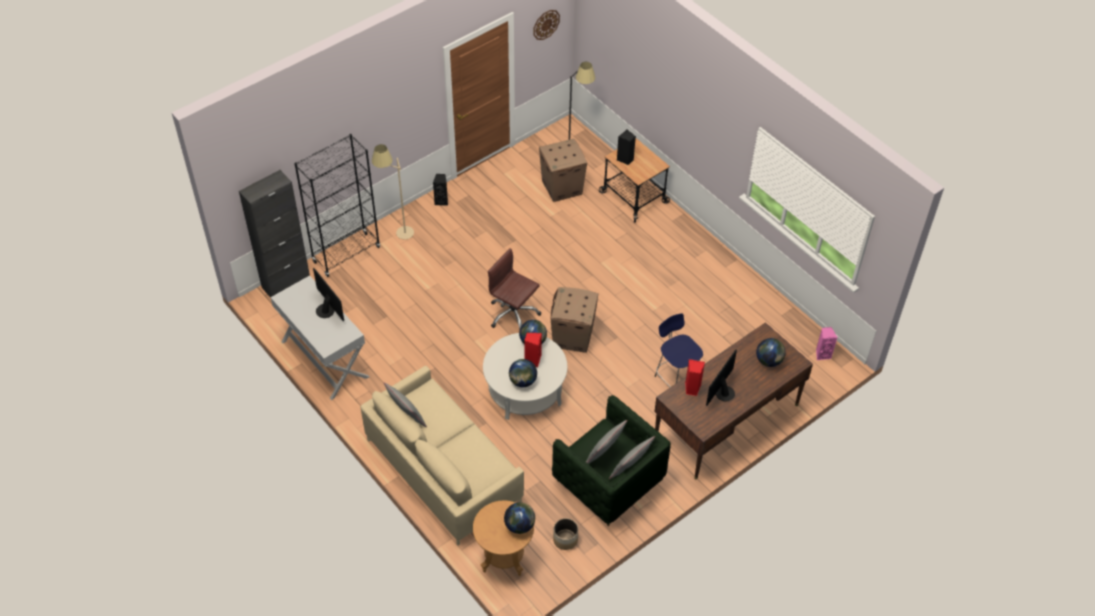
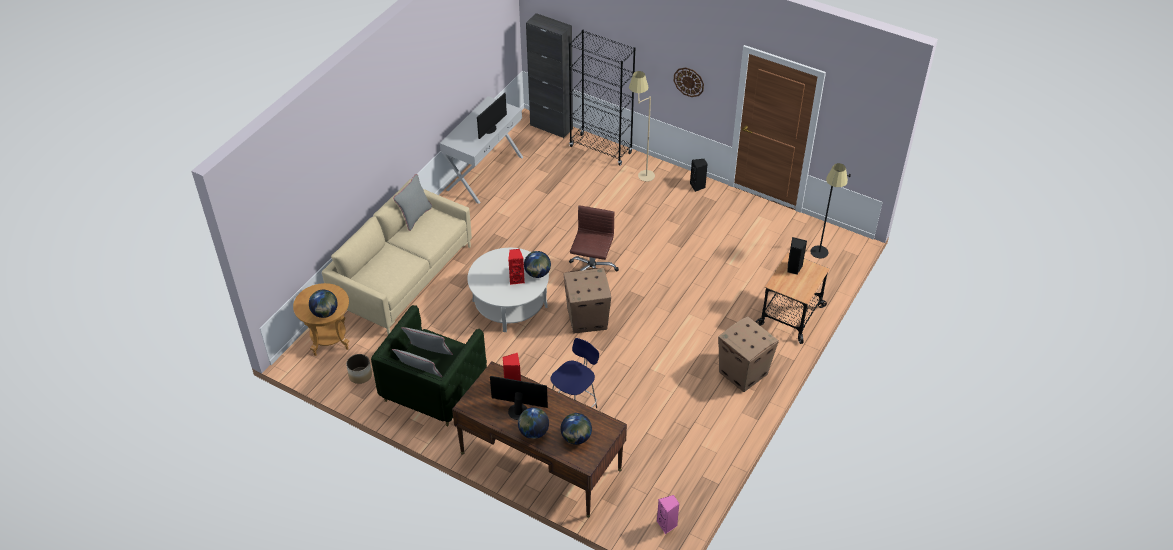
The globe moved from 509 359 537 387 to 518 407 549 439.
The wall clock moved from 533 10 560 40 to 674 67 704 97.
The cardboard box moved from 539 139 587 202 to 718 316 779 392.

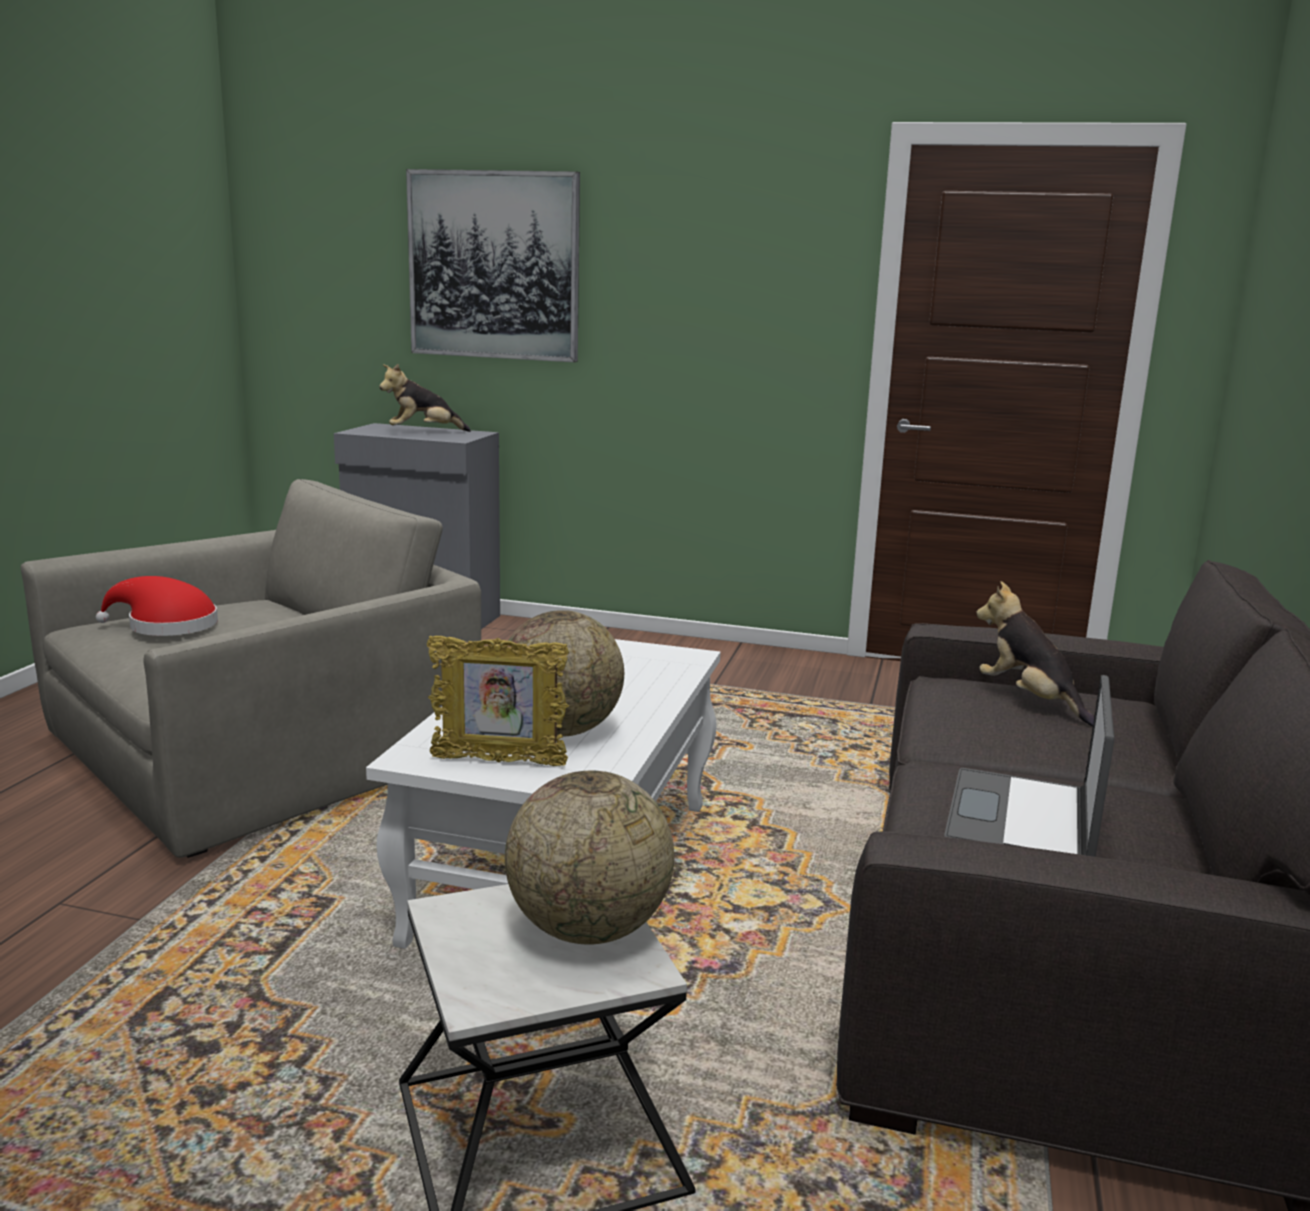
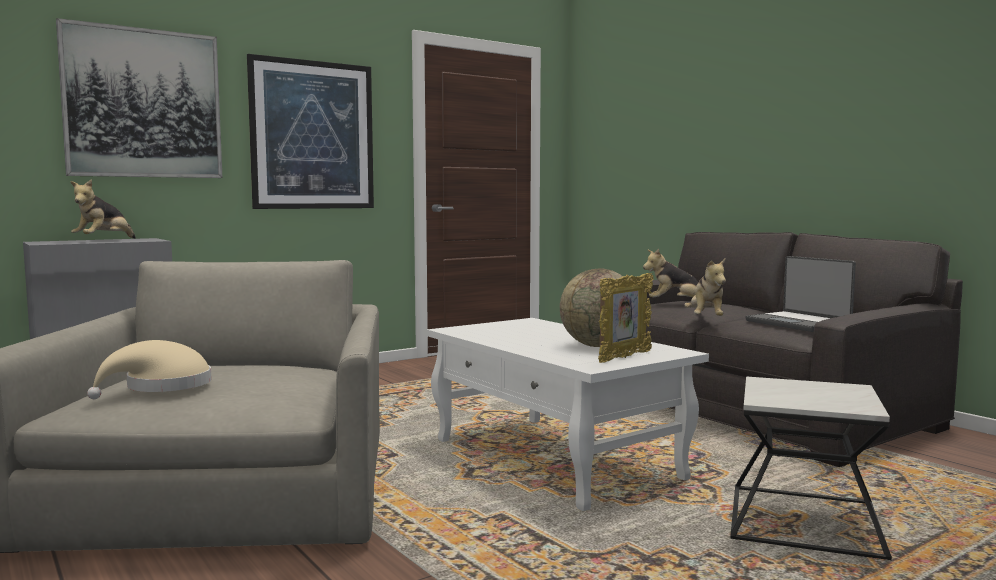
The hat in red at 96 576 218 636 became the hat in beige at 87 340 211 399.
The picture at 247 54 374 209 appeared.
The plush toy at 684 259 726 316 appeared.
The globe at 505 771 674 944 disappeared.

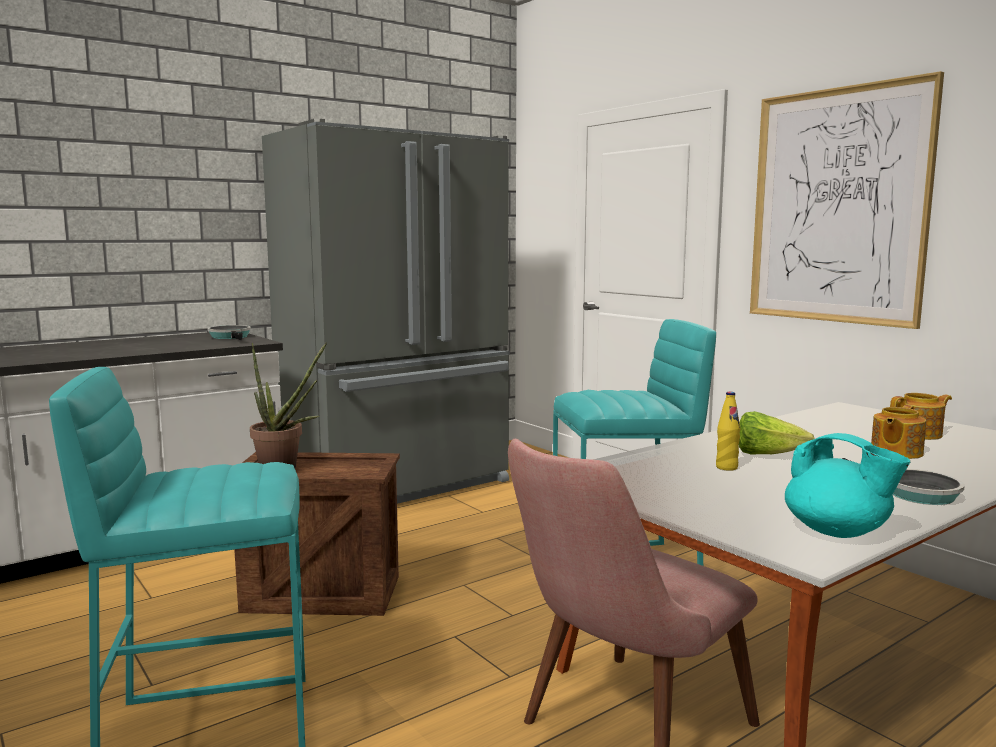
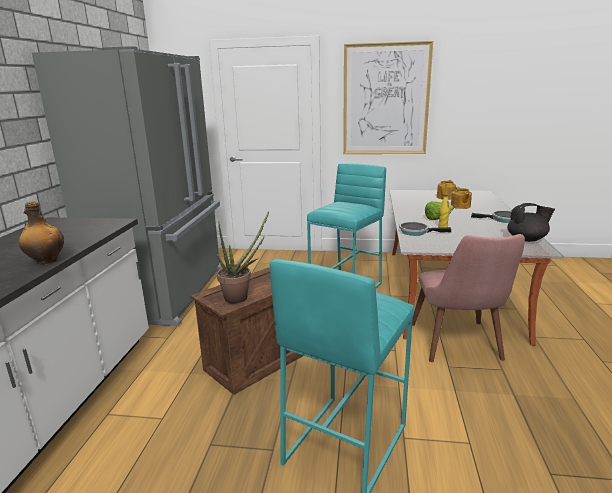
The bottle at 19 201 64 264 appeared.
The frying pan moved from 207 325 251 340 to 399 222 451 236.
The teapot in turquoise at 785 433 910 538 became the teapot in black at 507 203 555 242.

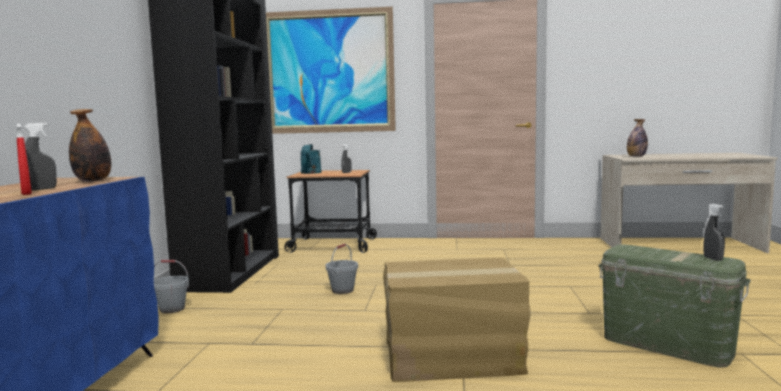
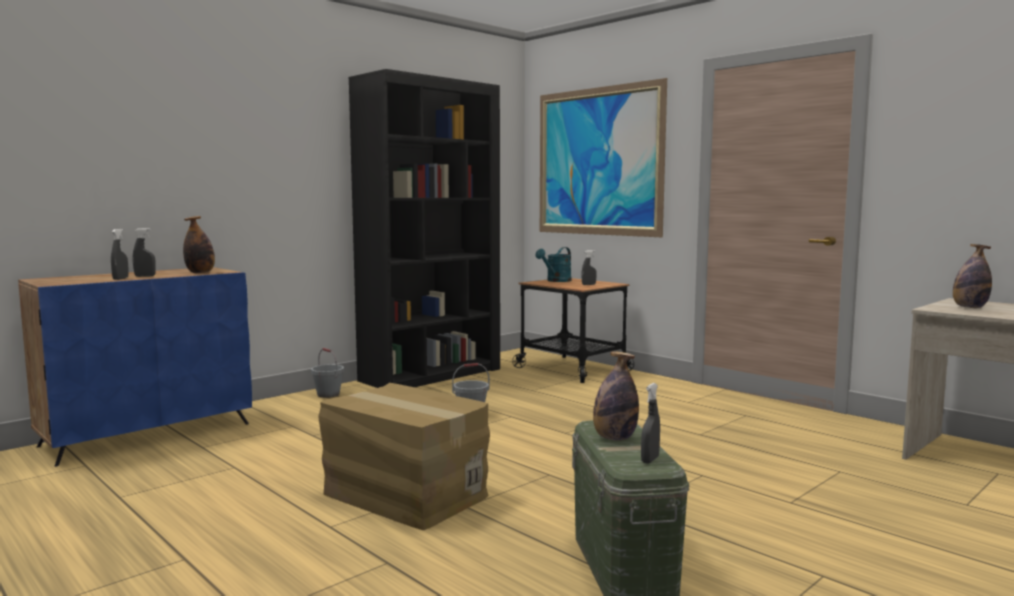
The spray bottle in red at 16 123 32 195 became the spray bottle in grey at 111 229 129 280.
The bottle at 593 351 639 441 appeared.

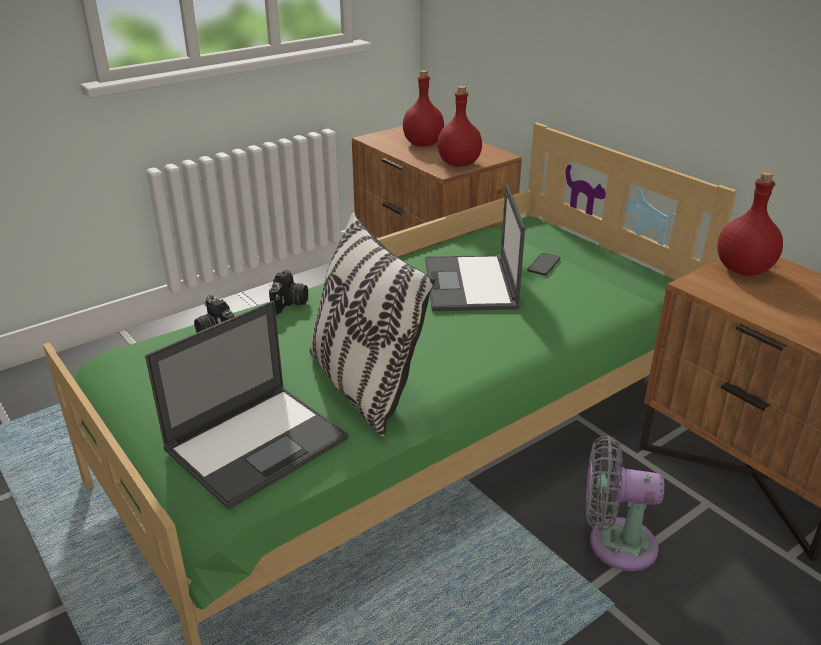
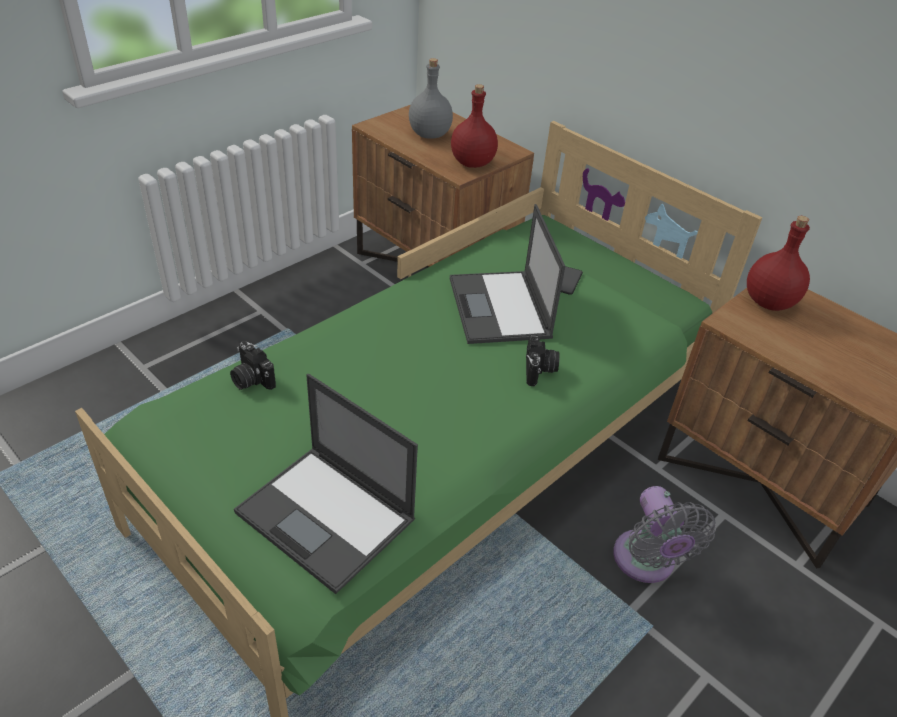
The laptop at 145 300 348 510 turned 90 degrees clockwise.
The bottle in red at 403 70 444 147 became the bottle in grey at 409 58 453 139.
The photo camera moved from 269 270 308 315 to 526 334 560 386.
The fan in grey at 586 436 664 571 turned 105 degrees counterclockwise.
The pillow at 310 211 435 436 disappeared.

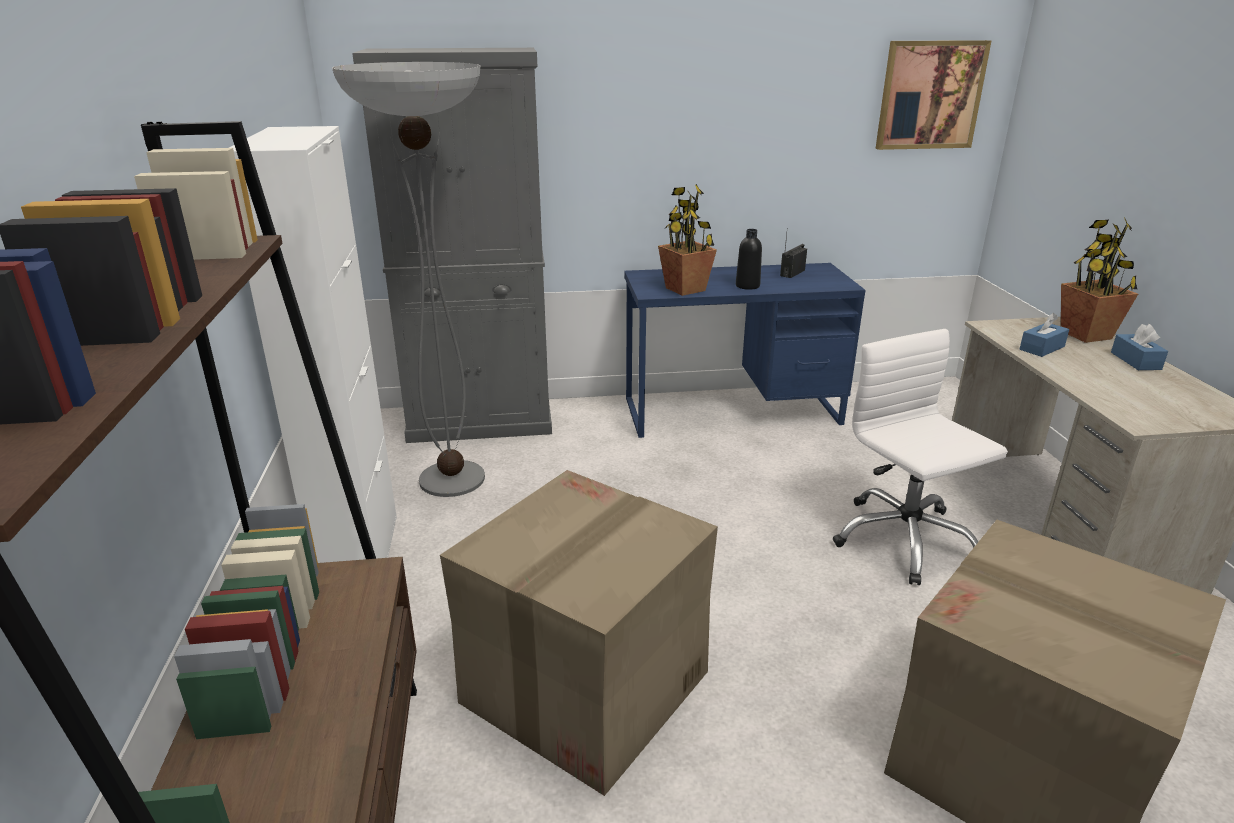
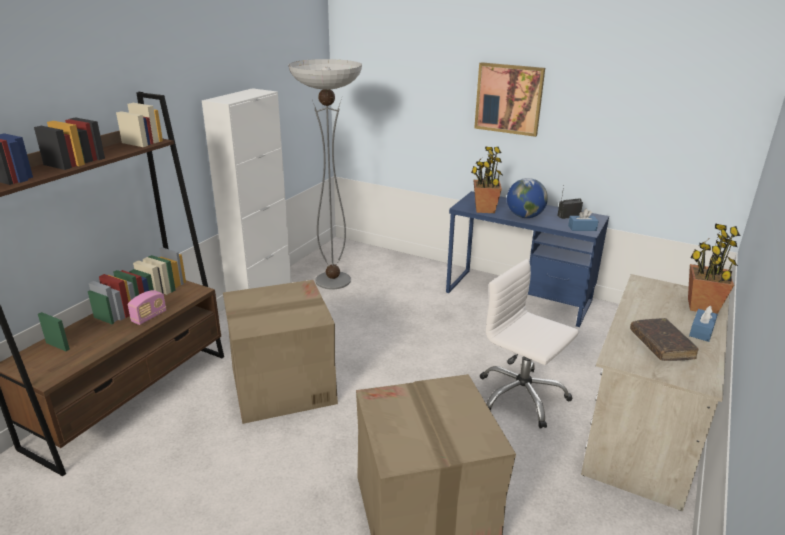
The radio at 128 290 166 325 appeared.
The picture moved from 875 40 991 150 to 474 62 545 137.
The office chair in white at 832 329 1008 585 turned 60 degrees counterclockwise.
The bottle in black at 736 229 762 290 was replaced by the globe at 507 178 548 218.
The tissue box in blue moved from 1020 313 1070 357 to 568 209 599 231.
The book in brown at 630 318 699 361 appeared.
The cabinet in grey at 352 48 552 443 disappeared.

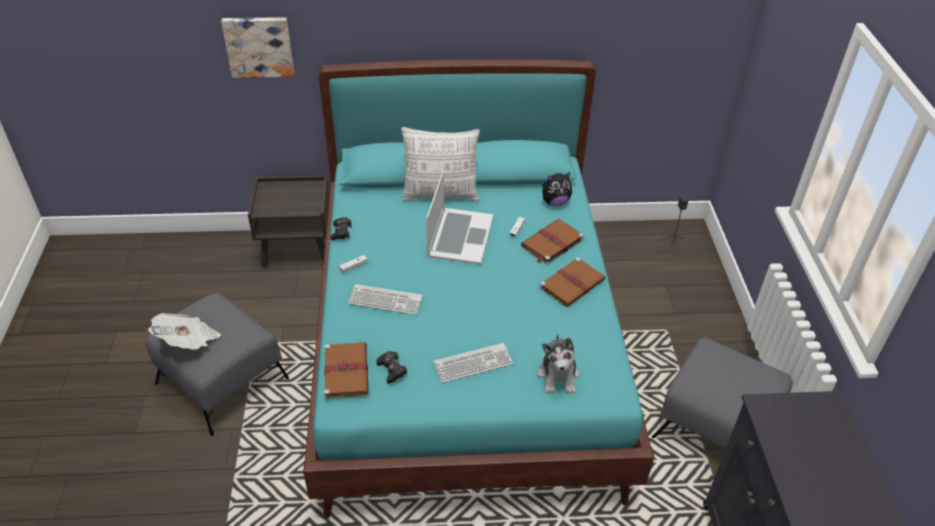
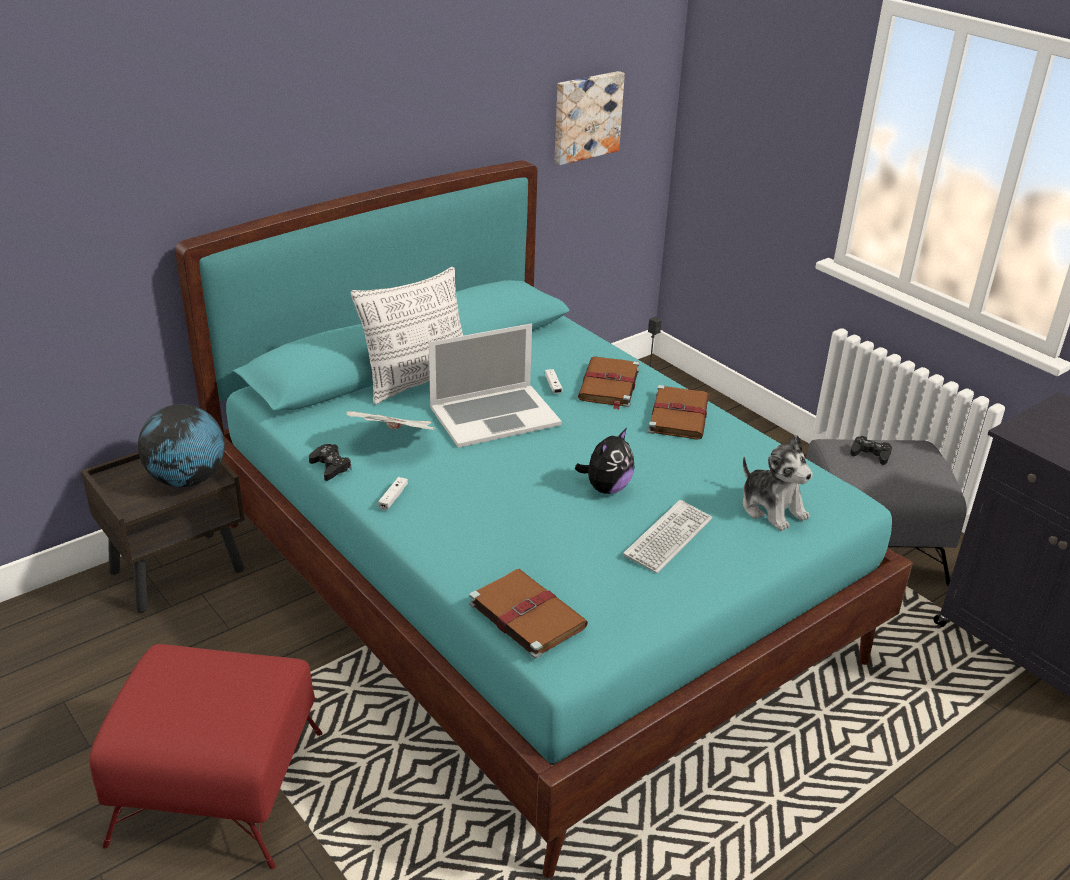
The ottoman in grey at 146 293 289 436 became the ottoman in red at 89 644 323 869.
The globe at 138 404 225 487 appeared.
The newspaper moved from 148 313 221 350 to 347 411 436 430.
The laptop at 426 171 493 265 turned 90 degrees clockwise.
The picture moved from 221 17 294 78 to 554 71 625 165.
The plush toy moved from 542 172 572 206 to 575 428 634 494.
The game controller in black moved from 376 351 407 384 to 850 436 892 465.
The keyboard at 348 284 423 315 disappeared.

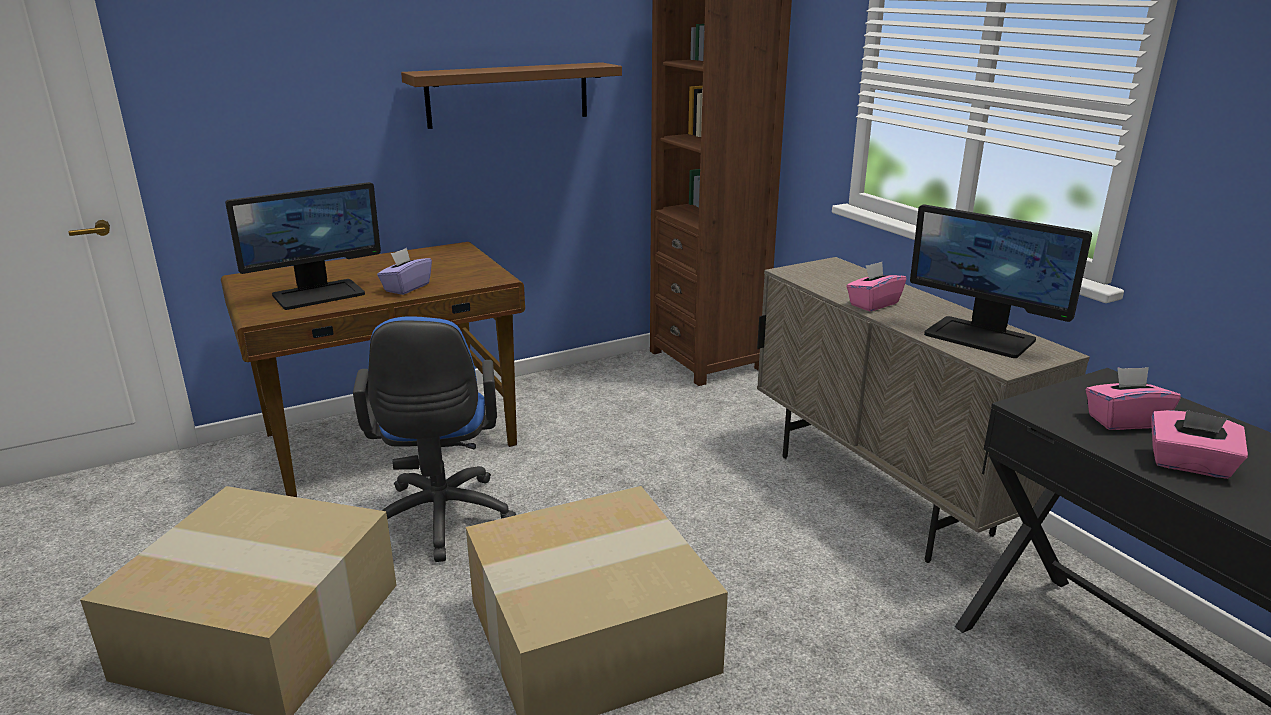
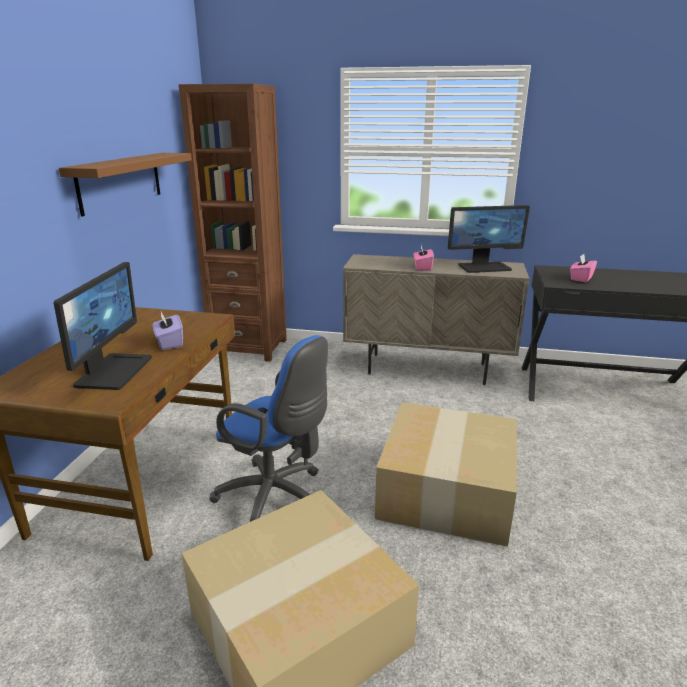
The tissue box in pink at 1152 410 1248 479 disappeared.

